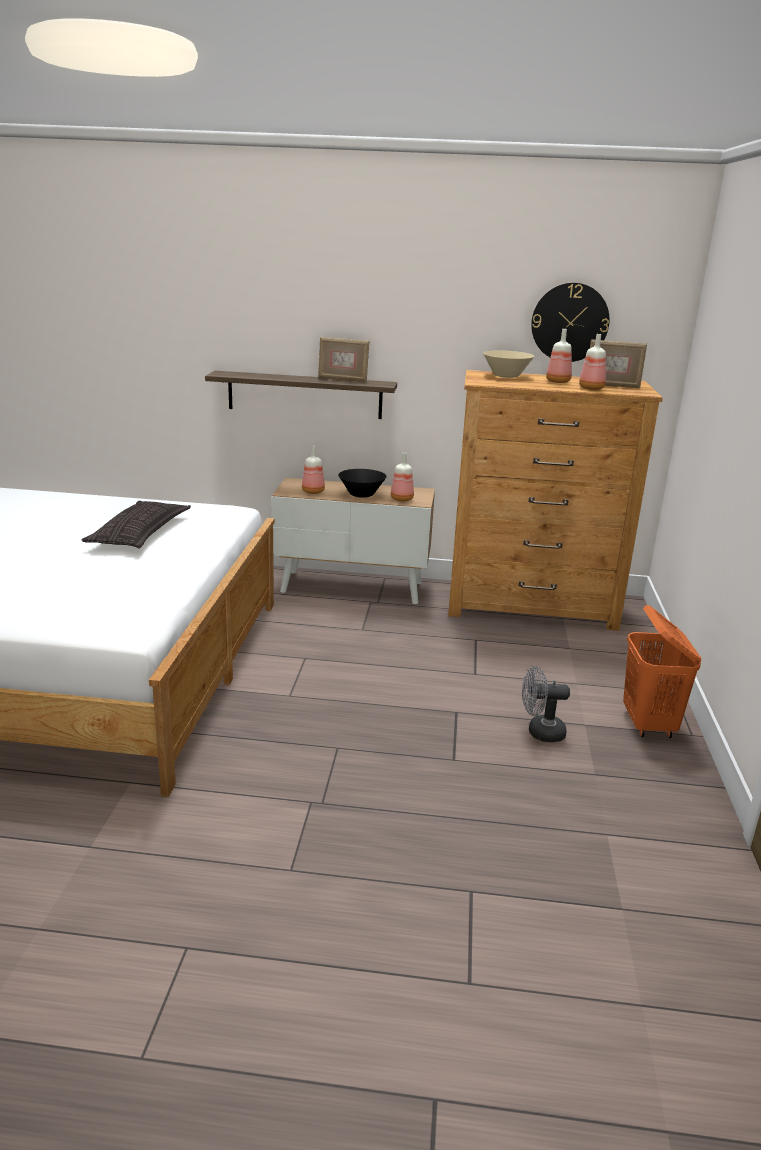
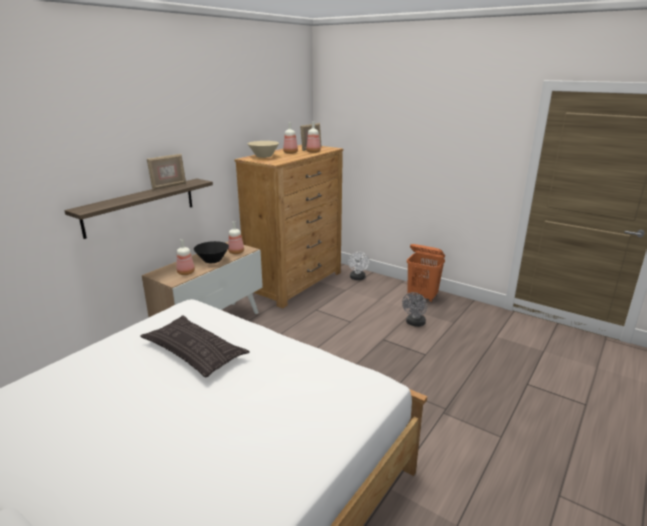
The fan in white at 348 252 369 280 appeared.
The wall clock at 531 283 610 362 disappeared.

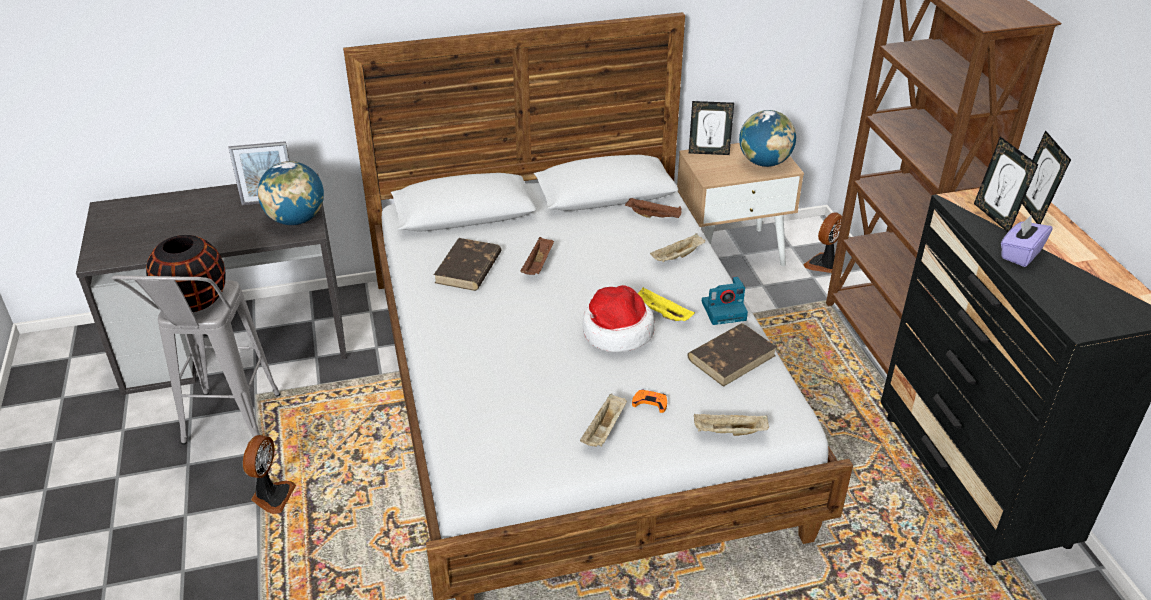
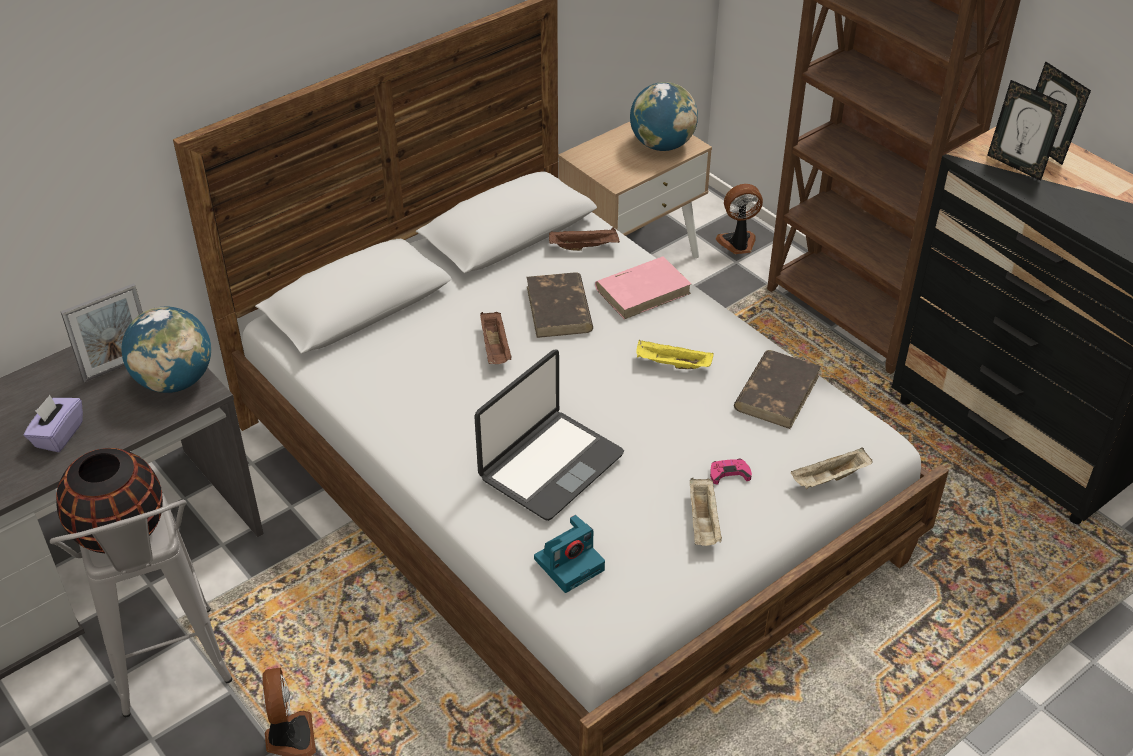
The tissue box in purple moved from 1001 216 1052 267 to 24 395 83 452.
The laptop at 474 349 624 521 appeared.
The book in brown moved from 434 238 502 291 to 527 272 593 338.
The photo camera moved from 702 276 748 325 to 534 515 605 593.
The tray in beige at 650 234 705 262 was replaced by the book in pink at 595 257 691 319.
The game controller in orange at 632 389 667 413 became the game controller in pink at 710 458 752 484.
The fan at 803 212 842 273 turned 60 degrees clockwise.
The hat at 582 285 654 352 disappeared.
The picture frame at 689 101 734 155 disappeared.

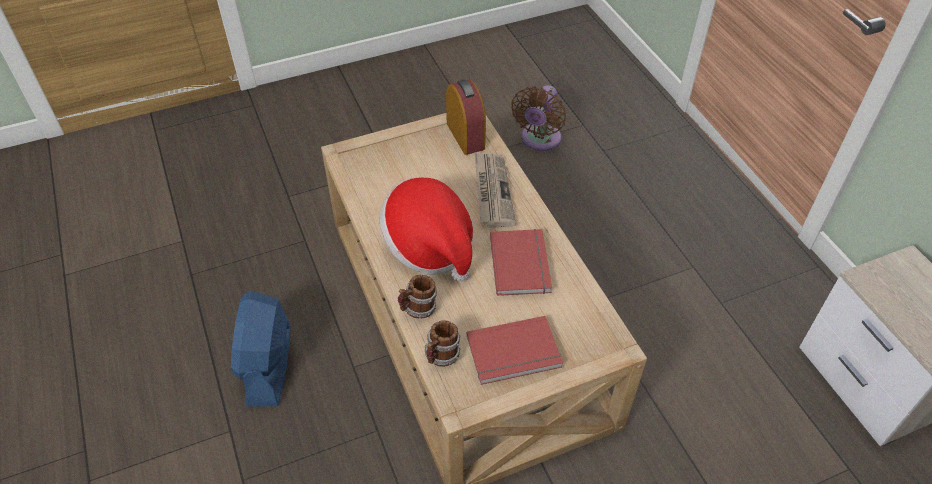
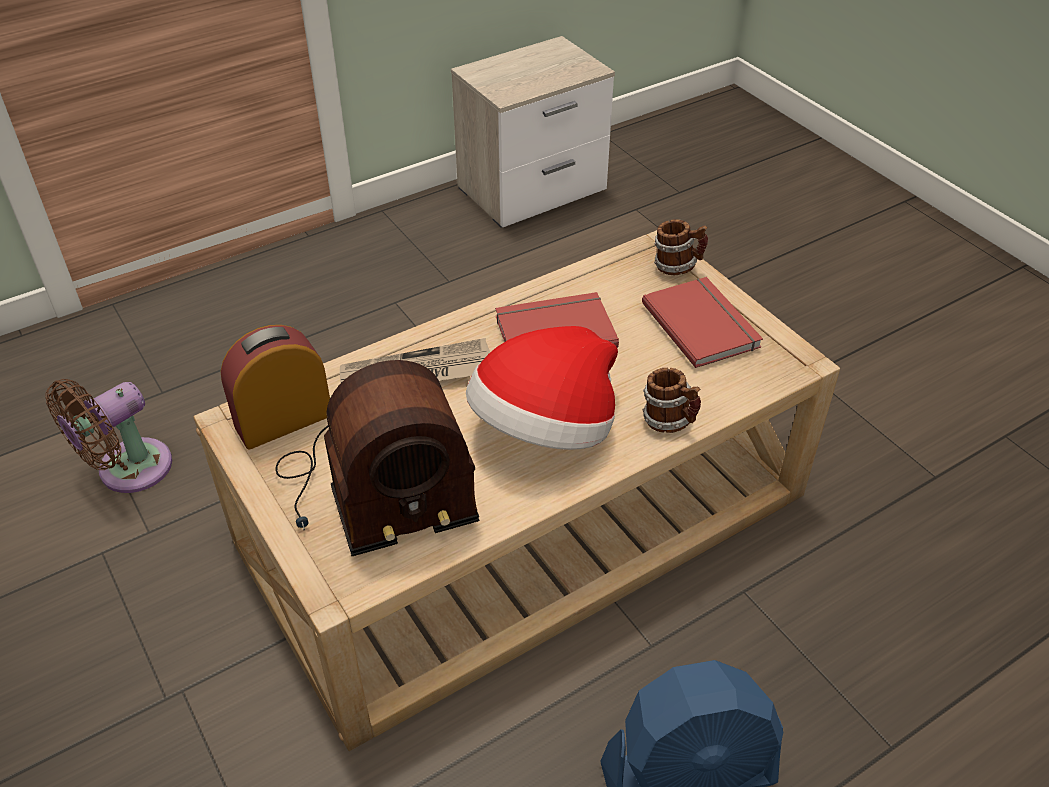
The fan in brown at 511 85 566 151 turned 120 degrees clockwise.
The radio at 276 360 479 556 appeared.
The mug moved from 424 320 461 367 to 654 219 708 275.

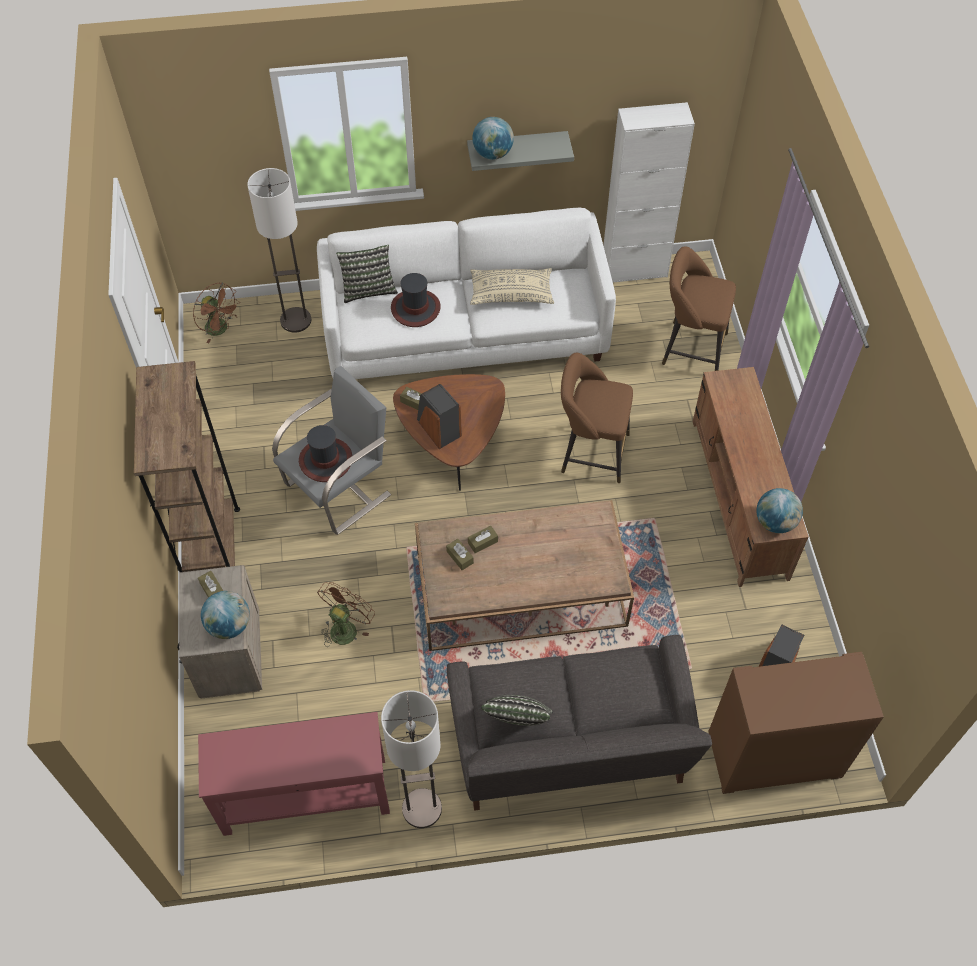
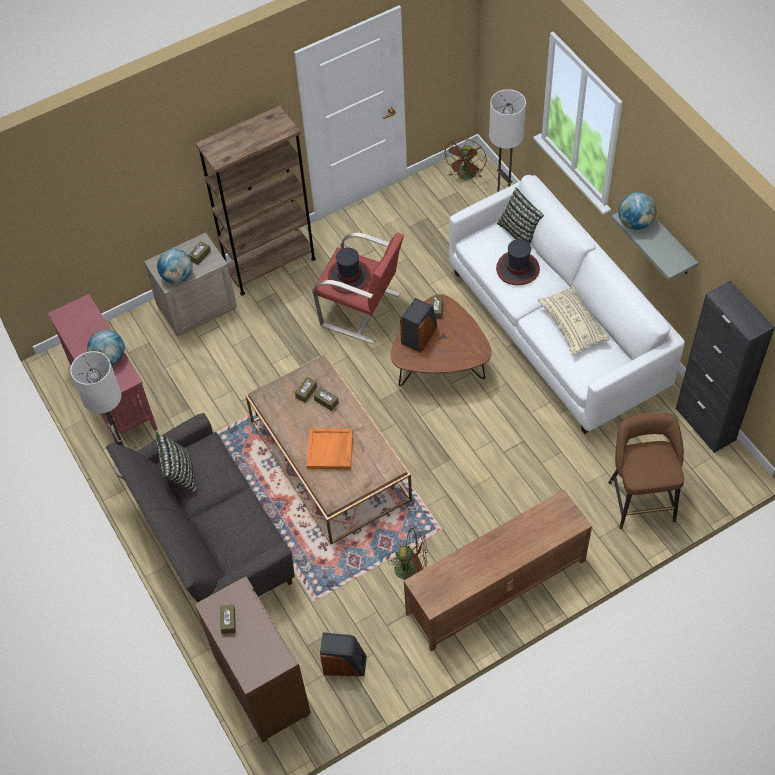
The globe moved from 757 488 803 533 to 87 330 125 365.
The tissue box in brown at 220 605 236 634 appeared.
The tray in orange at 307 428 353 470 appeared.
The armchair in grey at 272 366 391 535 became the armchair in red at 312 233 404 344.
The fan in brown moved from 317 582 375 647 to 388 528 427 580.
The cabinet in white at 603 102 695 283 became the cabinet in black at 676 281 775 453.
The stool in brown at 561 353 633 483 disappeared.

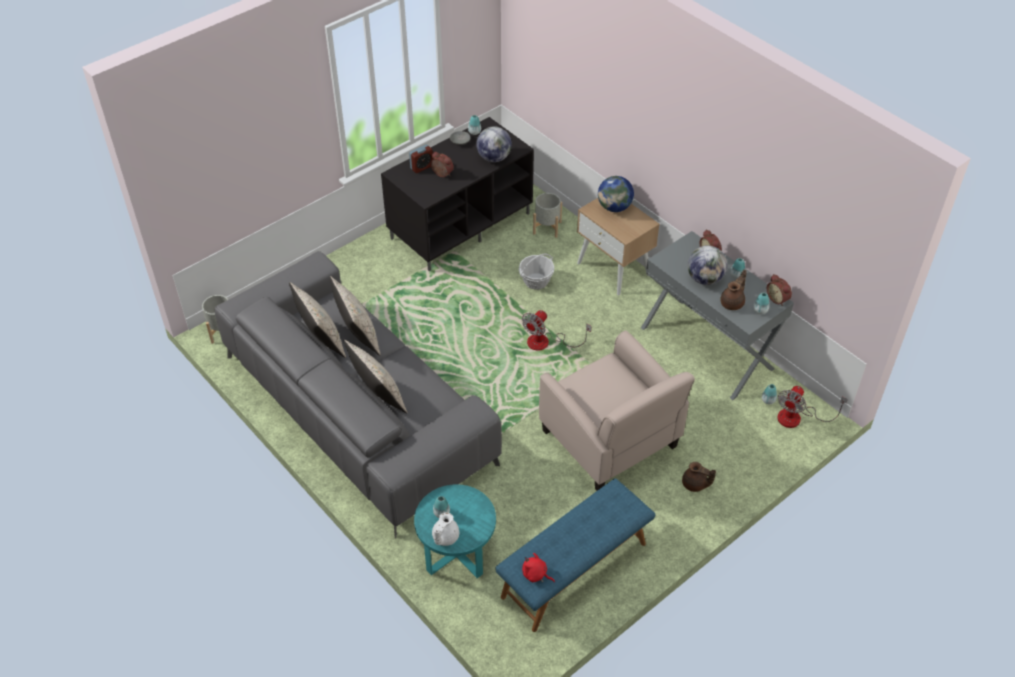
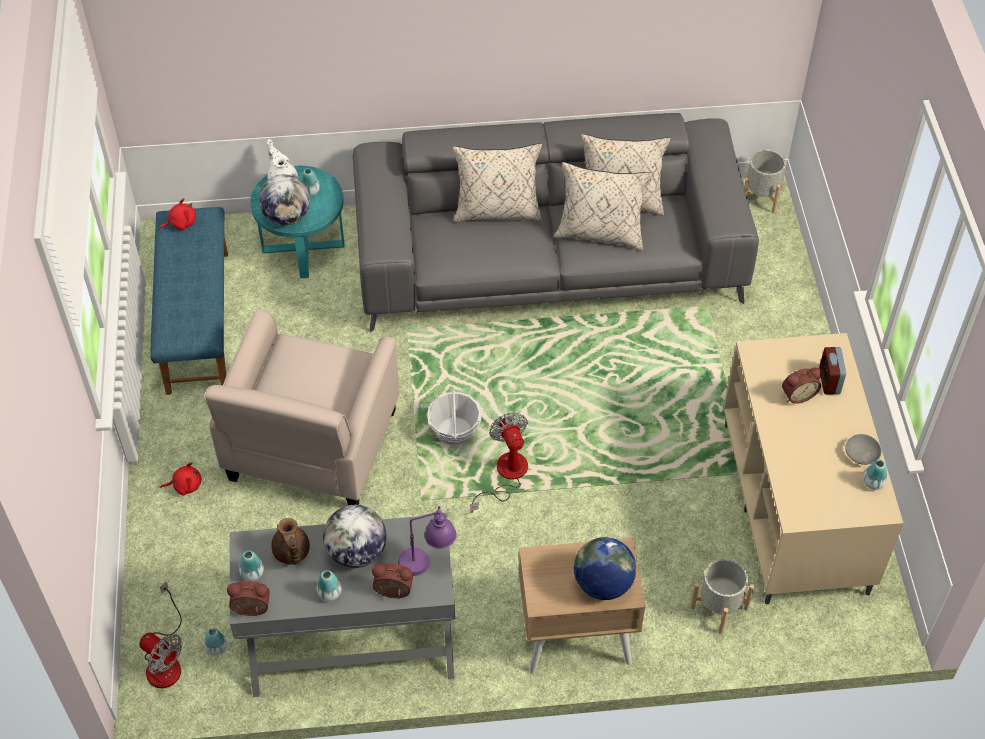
The fan at 777 386 848 428 turned 150 degrees clockwise.
The teapot in brown at 682 462 716 492 was replaced by the plush toy in red at 160 462 202 495.
The armchair in beige at 539 330 695 491 turned 75 degrees counterclockwise.
The globe moved from 476 126 512 162 to 259 174 310 226.
The table lamp in purple at 398 506 457 576 appeared.
The basket moved from 519 254 554 290 to 427 387 482 445.
The tv stand in black at 381 117 534 271 became the tv stand in beige at 723 333 903 604.

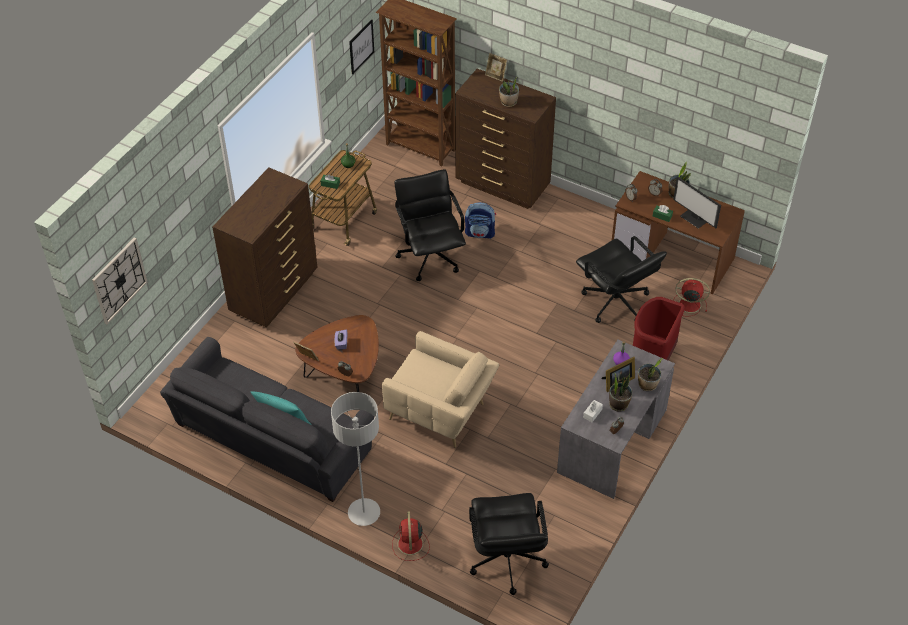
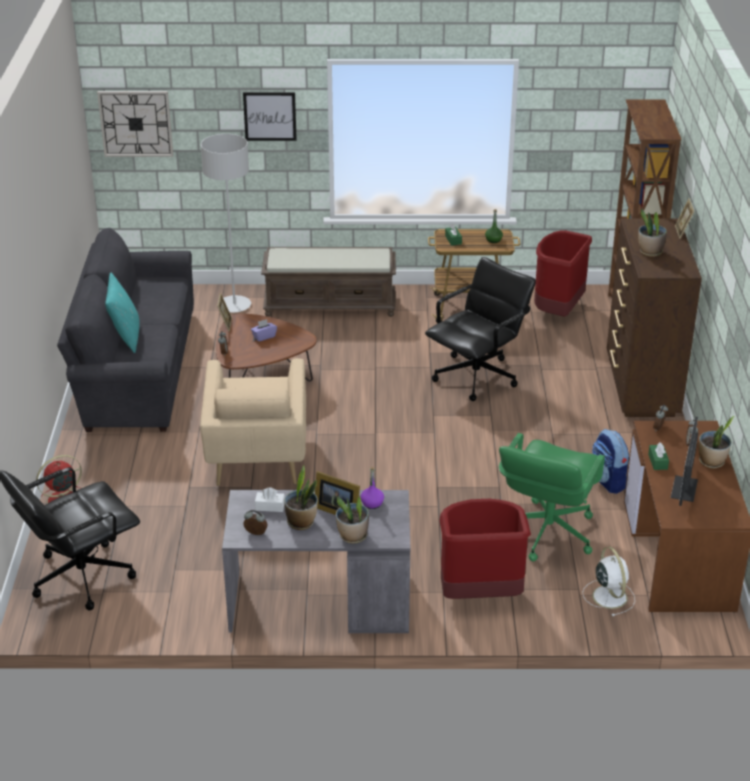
The floor lamp in grey moved from 331 392 380 526 to 201 134 251 313.
The picture moved from 349 19 374 75 to 243 92 297 141.
The dresser in brown at 212 167 317 327 was replaced by the bench in brown at 261 247 396 317.
The office chair in black at 576 236 667 323 became the office chair in green at 499 433 605 562.
The trash can in red at 534 230 592 317 appeared.
The fan in red at 673 278 710 317 became the fan in white at 582 547 635 616.
The backpack moved from 465 202 496 239 to 592 429 629 494.

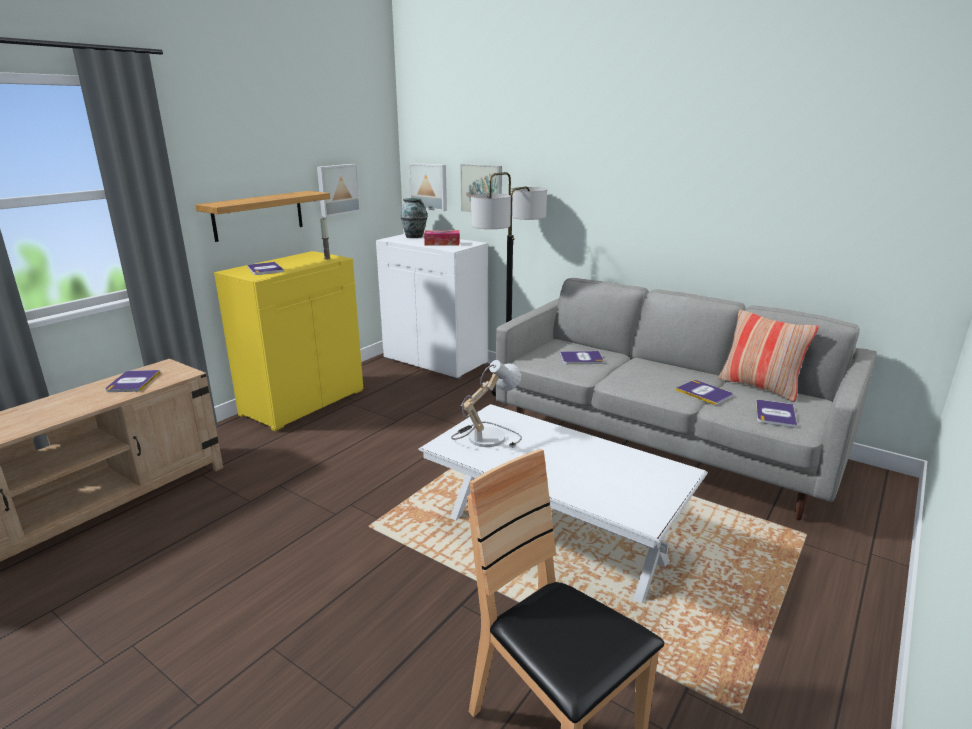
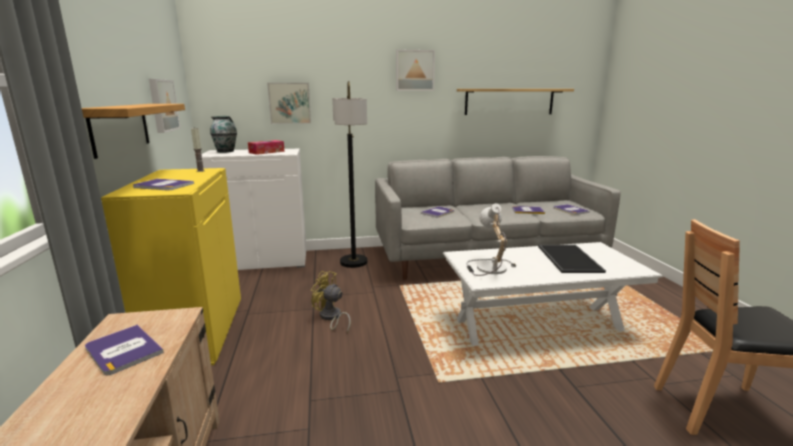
The fan in yellow at 311 271 351 333 appeared.
The picture moved from 408 163 447 211 to 396 49 435 91.
The shelf at 457 89 574 115 appeared.
The tray at 538 245 606 273 appeared.
The pillow at 718 310 819 402 disappeared.

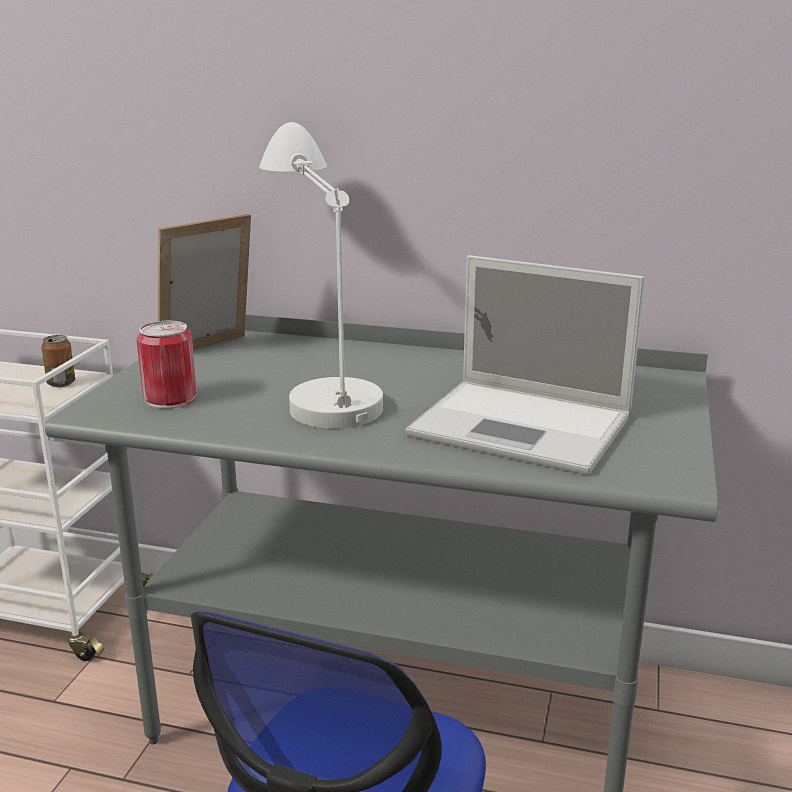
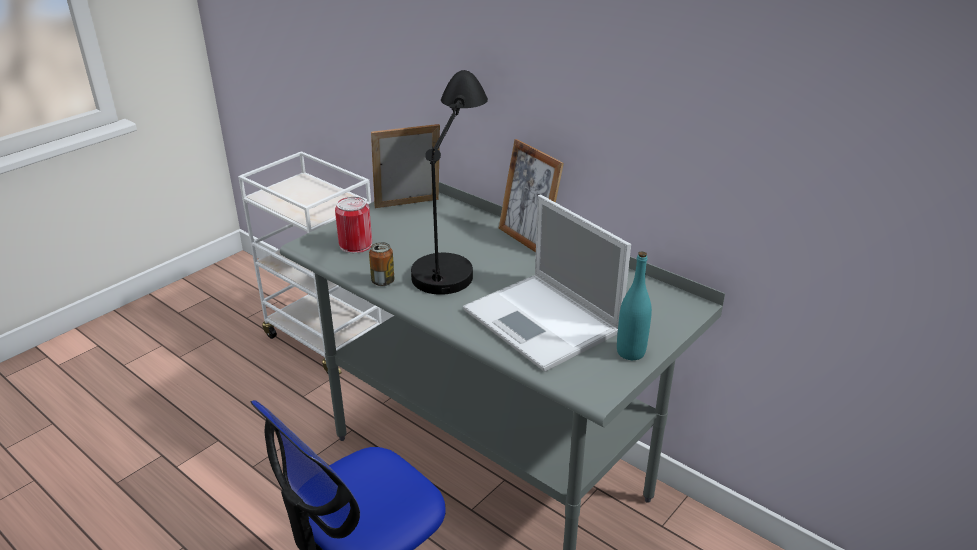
The can moved from 41 335 75 387 to 369 242 395 286.
The table lamp in white at 259 122 383 428 became the table lamp in black at 411 70 488 295.
The picture frame at 499 139 564 252 appeared.
The bottle in turquoise at 617 251 652 360 appeared.

